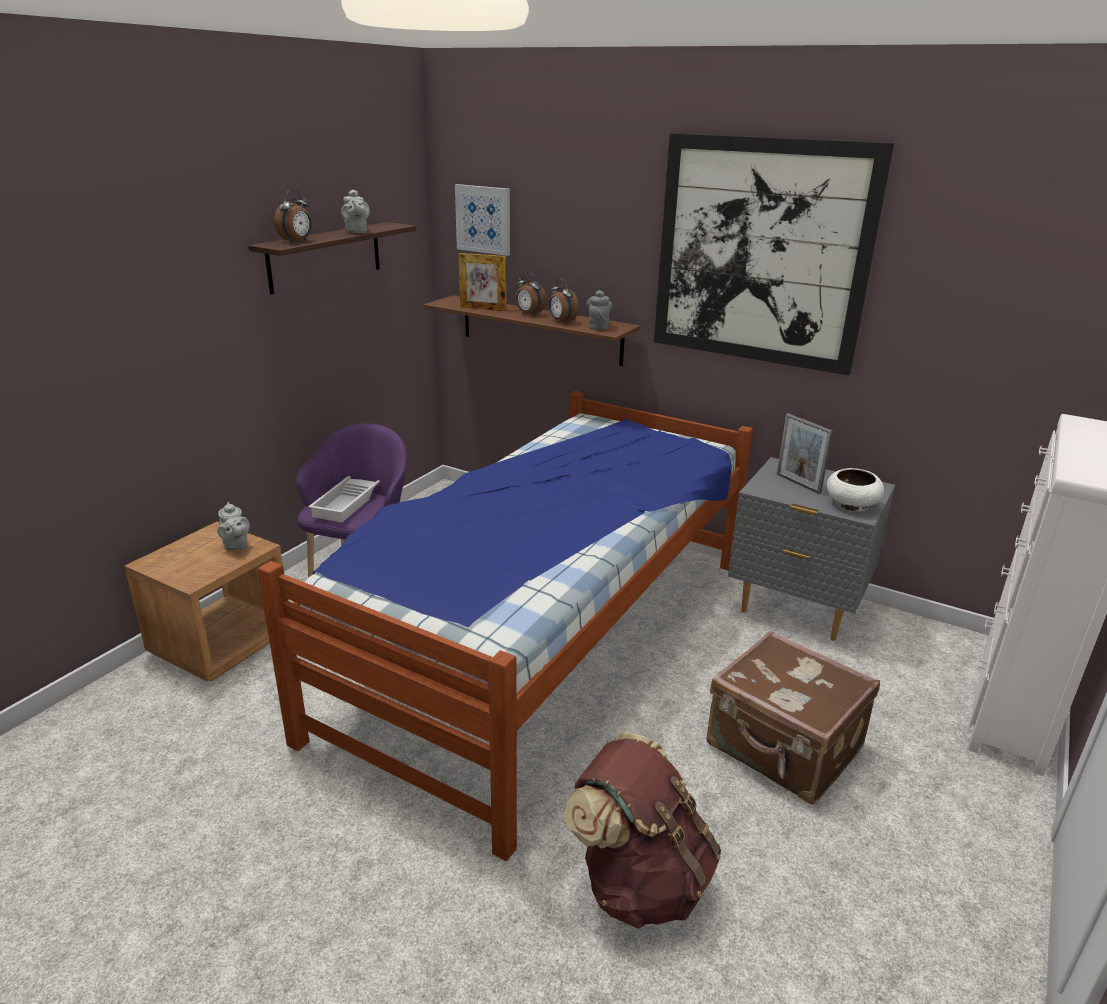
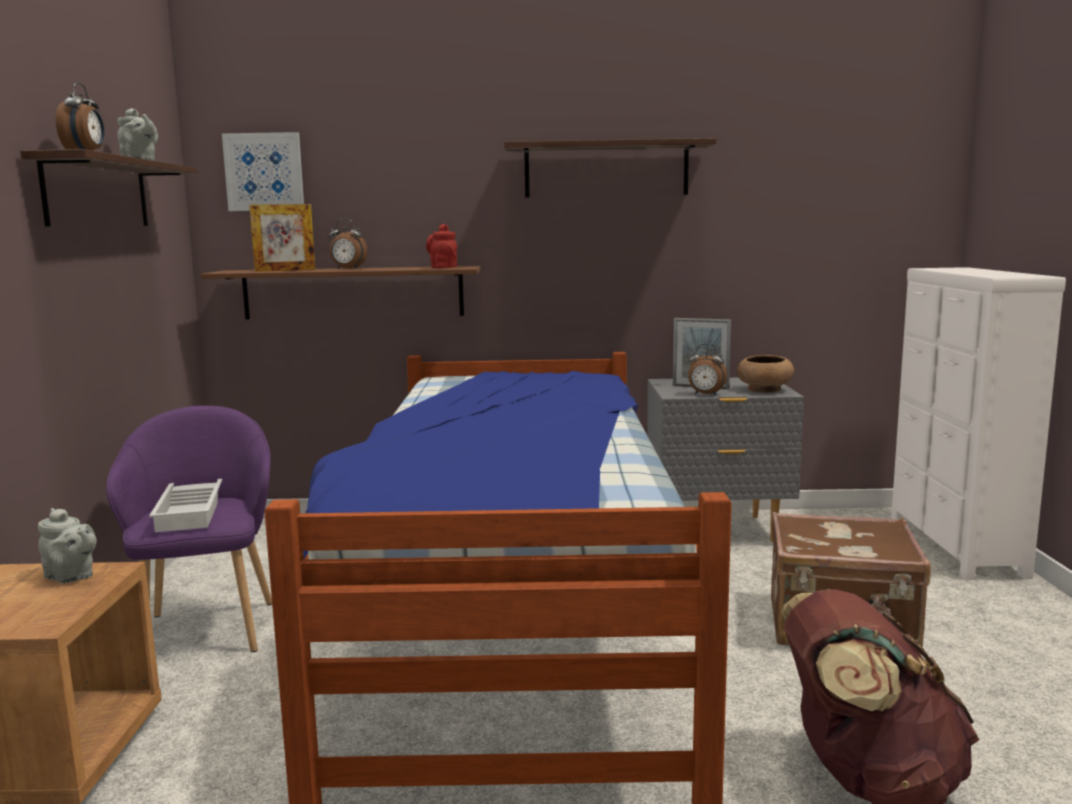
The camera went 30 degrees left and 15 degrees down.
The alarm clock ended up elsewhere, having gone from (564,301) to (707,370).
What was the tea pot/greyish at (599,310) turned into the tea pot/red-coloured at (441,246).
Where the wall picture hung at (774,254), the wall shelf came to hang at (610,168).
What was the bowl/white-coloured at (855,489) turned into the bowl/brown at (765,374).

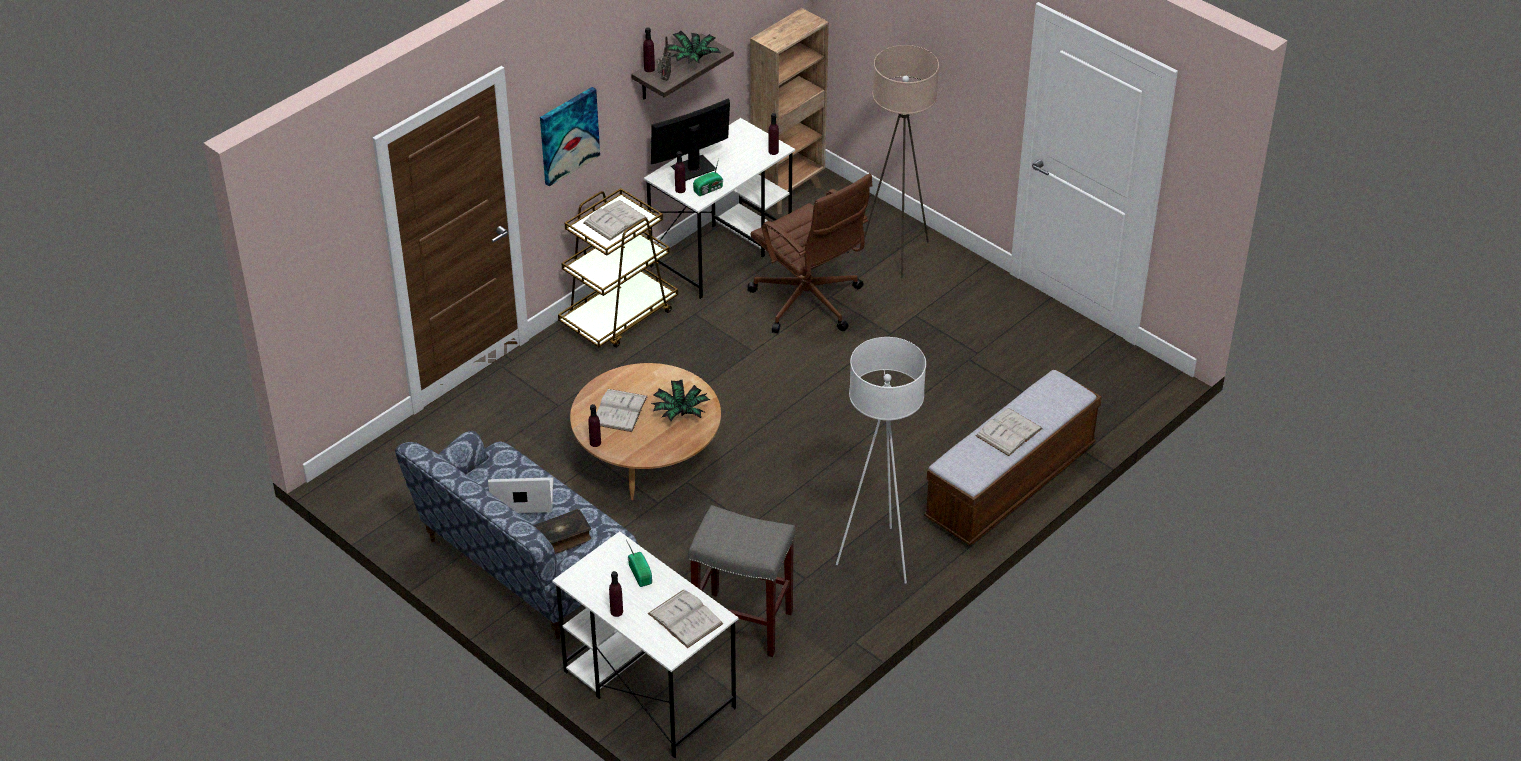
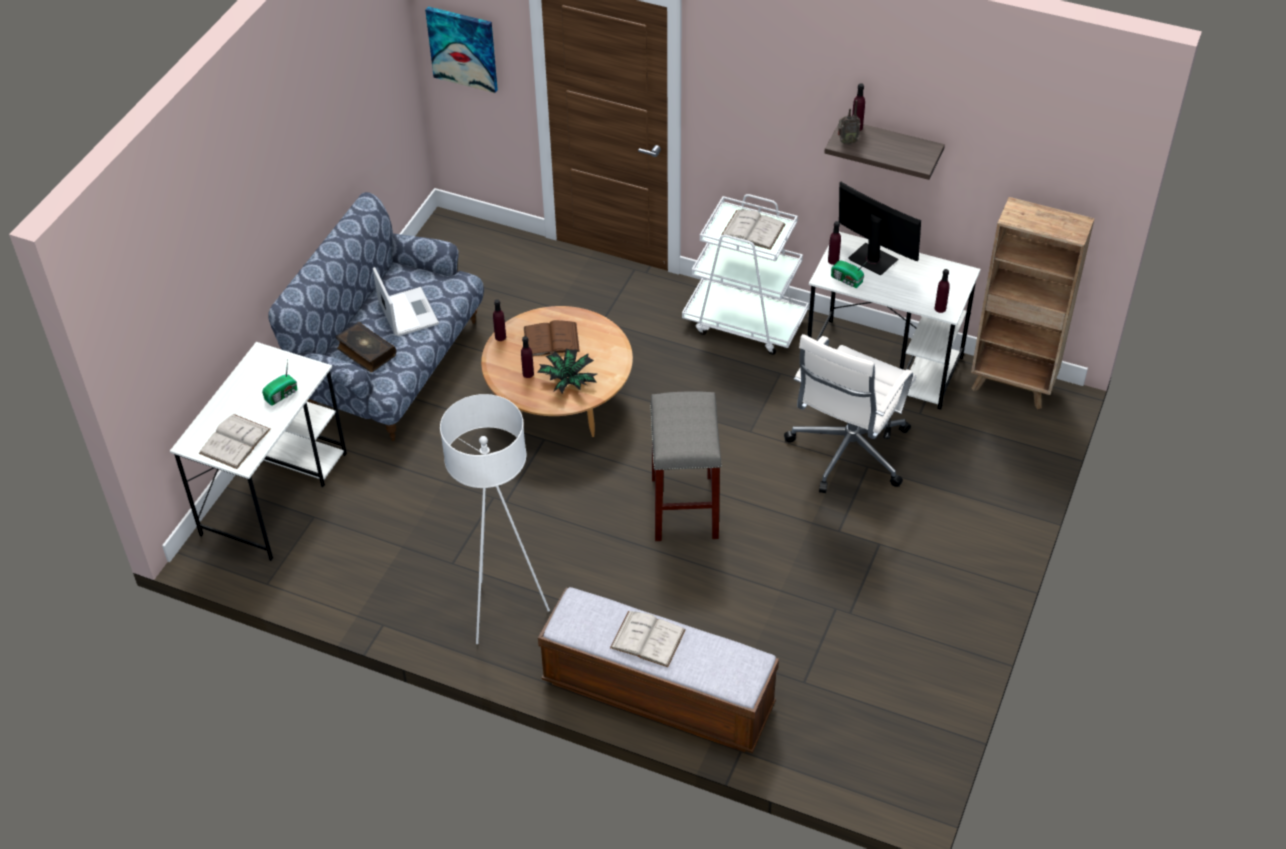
The camera went 70 degrees right and 5 degrees up.
The wall picture ended up elsewhere, having gone from (570,136) to (461,50).
What was the cart/brown at (618,268) turned into the cart/white-coloured at (745,274).
What was the book/white-coloured at (622,410) turned into the book/brown at (552,338).
The bottle/purple ended up elsewhere, having gone from (616,594) to (527,357).
The second view lost the houseplant at (694,47).
The sitting stool/greyish ended up elsewhere, having gone from (742,581) to (686,466).
What was the office chair/brown at (810,253) turned into the office chair/white-coloured at (850,413).
The second view lost the standing lamp/beige-coloured at (901,161).

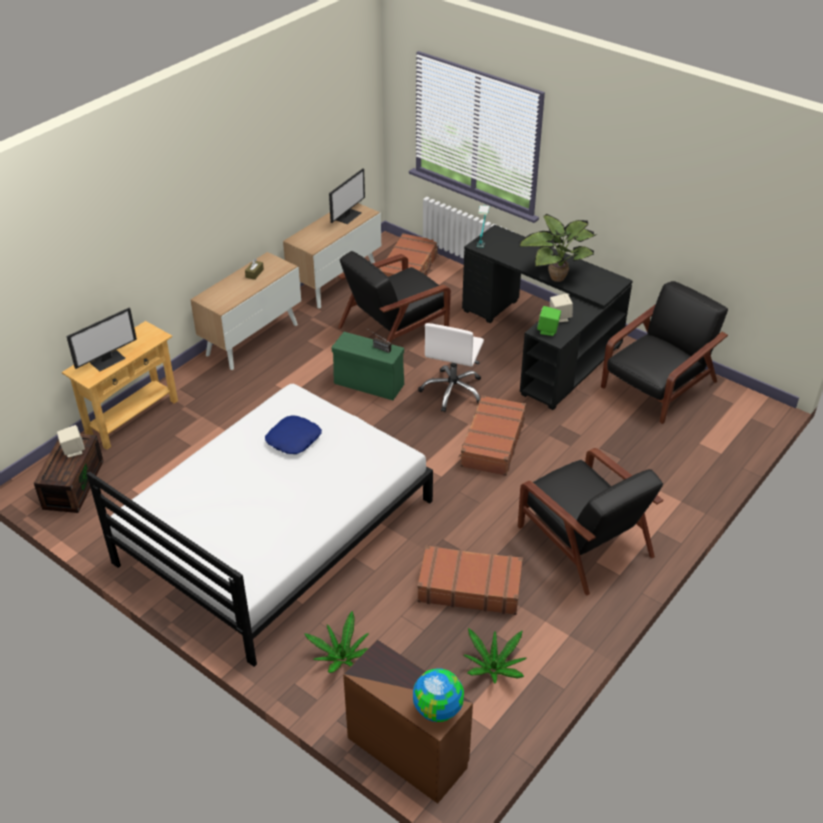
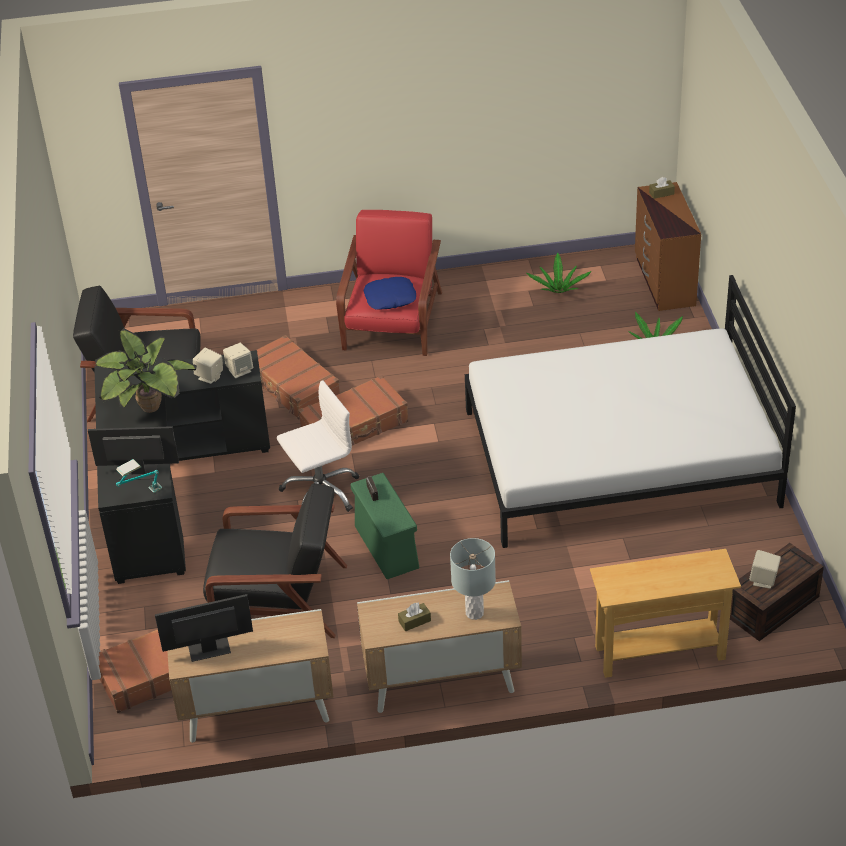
The camera went 135 degrees left and 0 degrees up.
The computer screen ended up elsewhere, having gone from (101,340) to (133,453).
The pillow/blue ended up elsewhere, having gone from (293,434) to (389,293).
Where the globe stood at (438,695), the tissue holder/brown came to stand at (662,188).
The suitcase/brown ended up elsewhere, having gone from (470,580) to (298,377).
What was the lounge chair/blackish at (590,521) turned into the lounge chair/red-coloured at (389,283).
What was the audio speaker/green at (549,321) turned into the audio speaker/beige-coloured at (238,360).
The second view gained the lamp for a table/greyish at (473,579).

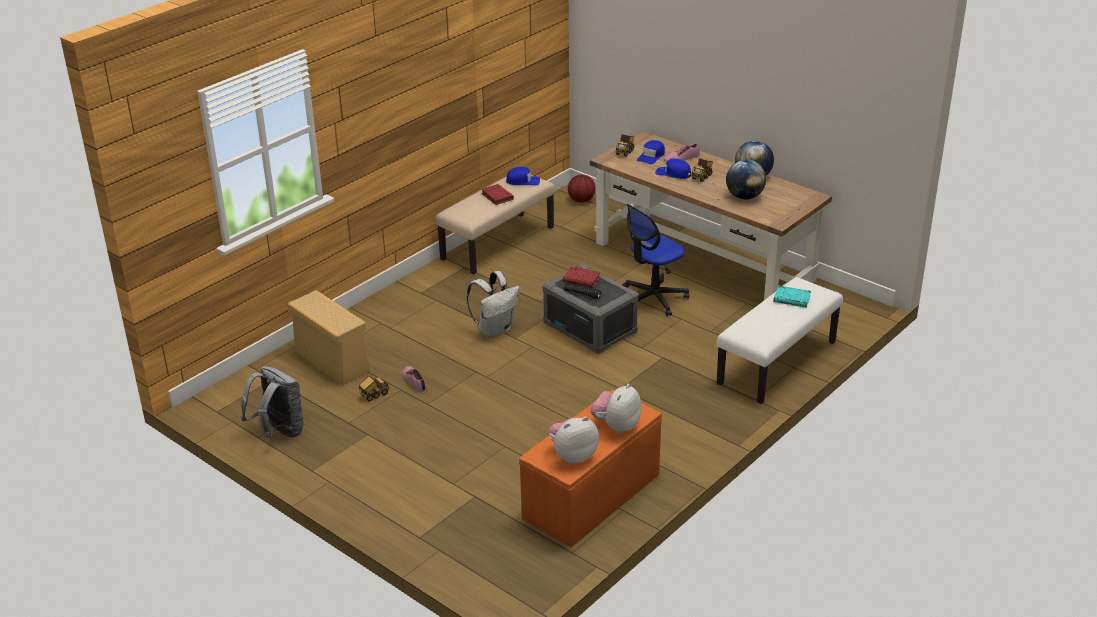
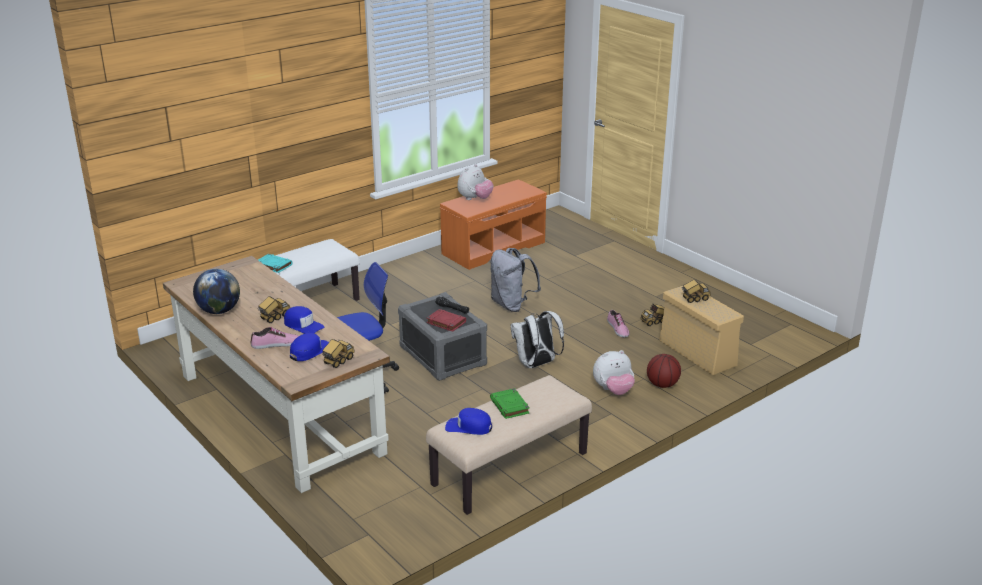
The camera went 170 degrees left and 5 degrees down.
The rucksack/greyish ended up elsewhere, having gone from (272,402) to (515,280).
What was the book/red-coloured at (497,194) turned into the book/green at (510,403).
The soft toy ended up elsewhere, having gone from (573,440) to (614,372).
The basketball ball ended up elsewhere, having gone from (582,189) to (664,371).
The second view lost the globe at (746,179).
The second view gained the model truck at (696,291).

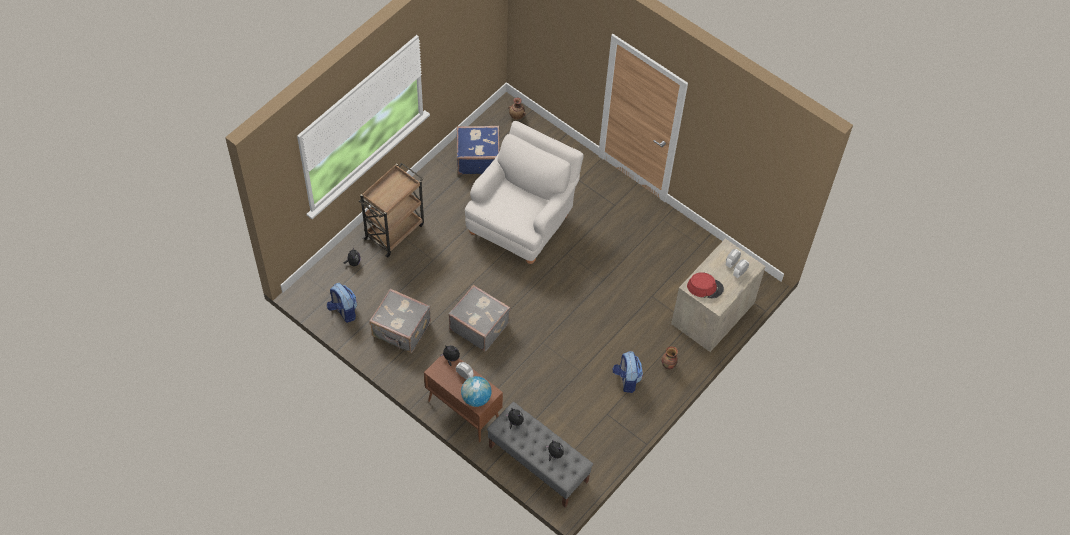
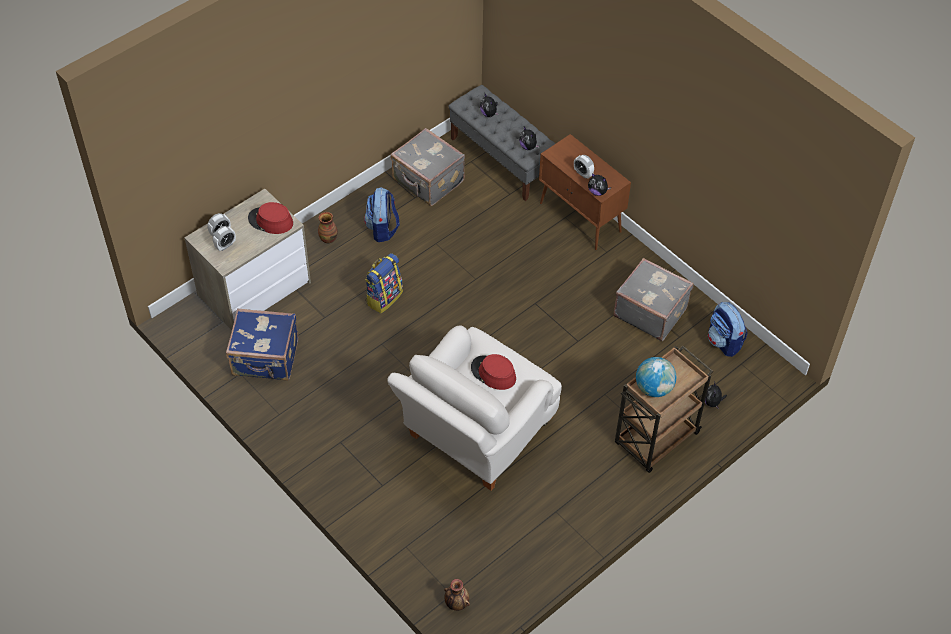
The camera went 170 degrees left and 5 degrees down.
The suitcase/greyish ended up elsewhere, having gone from (479,318) to (428,167).
The suitcase/blue ended up elsewhere, having gone from (478,150) to (262,345).
The globe ended up elsewhere, having gone from (476,391) to (656,377).
The second view gained the rucksack at (384,283).
The second view gained the hat/red-coloured at (493,372).

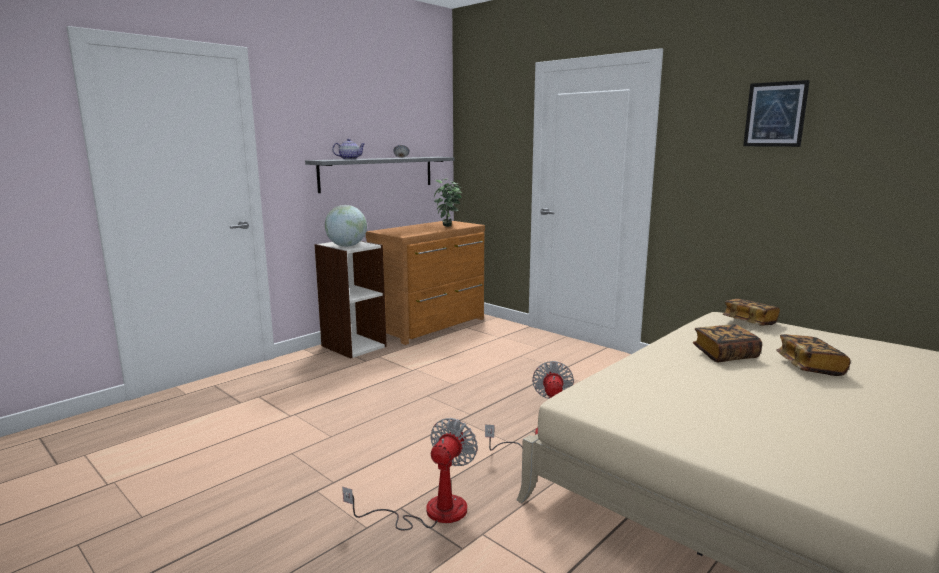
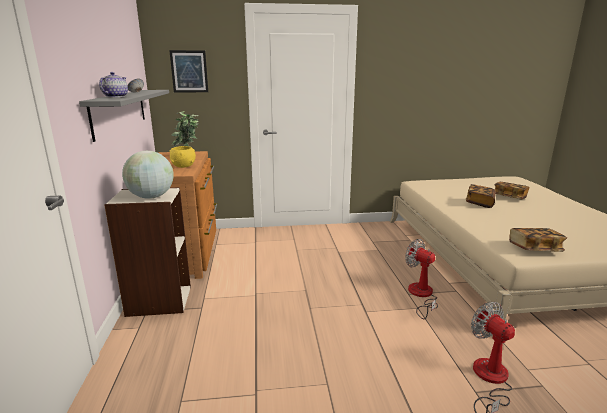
The camera went 50 degrees left and 5 degrees up.
The book ended up elsewhere, having gone from (751,312) to (538,240).
The wall picture ended up elsewhere, having gone from (776,113) to (188,71).
The second view gained the bowl/yellow at (182,157).

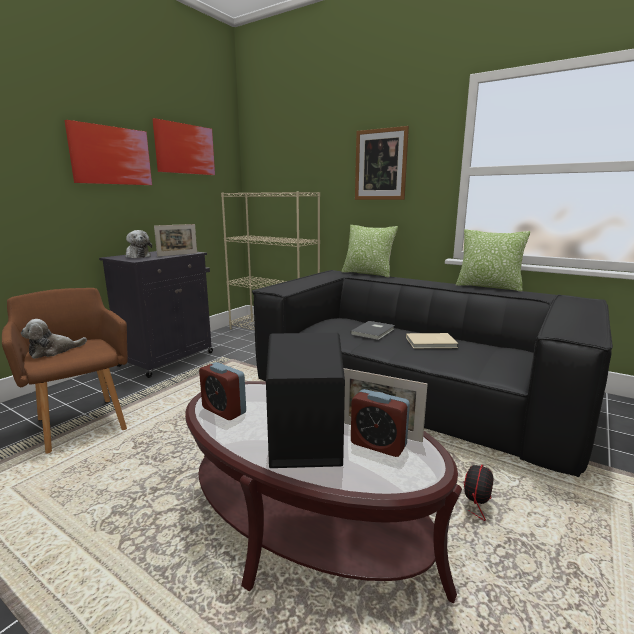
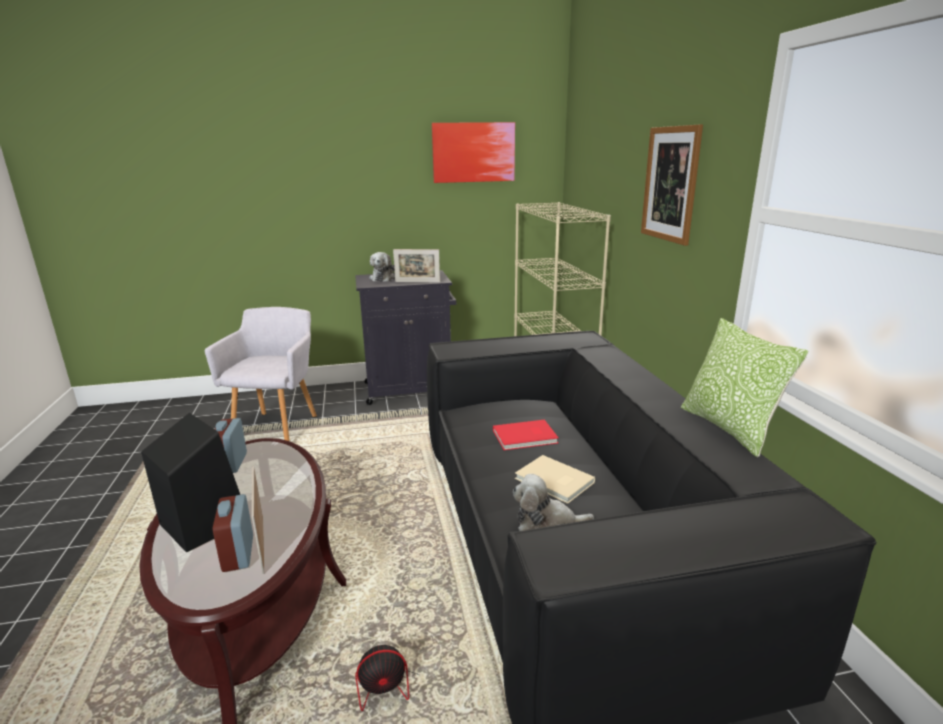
The camera went 45 degrees right and 5 degrees up.
What was the lounge chair/brown at (65,370) turned into the lounge chair/greyish at (261,374).
The soft toy ended up elsewhere, having gone from (54,339) to (553,502).
The second view lost the wall picture at (108,152).
The second view lost the pillow at (370,251).
What was the book/greyish at (373,330) turned into the book/red-coloured at (525,434).

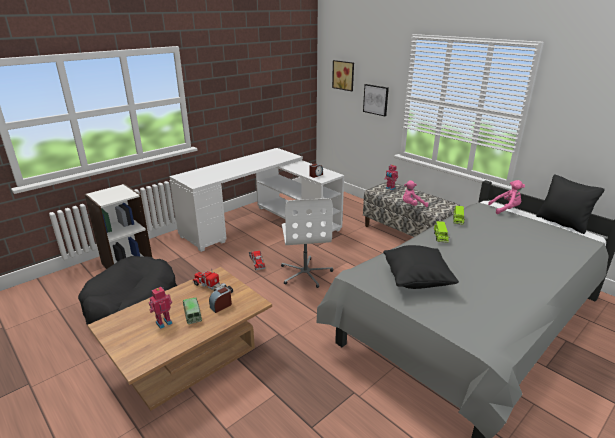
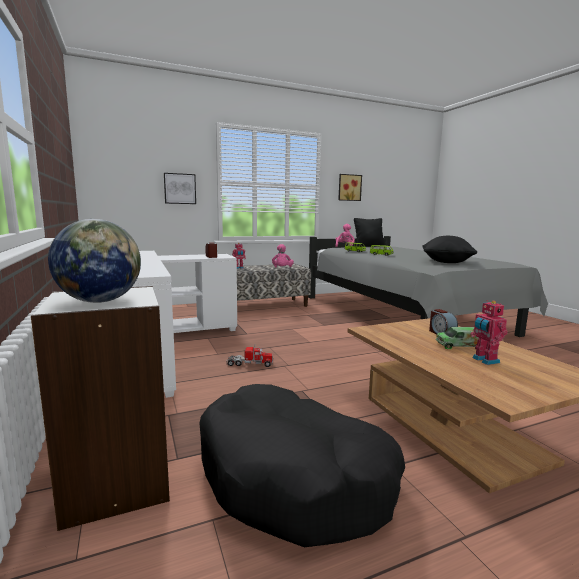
The camera went 70 degrees left and 15 degrees down.
The second view lost the model truck at (213,281).
The second view lost the office chair/white-coloured at (307,243).
The wall picture ended up elsewhere, having gone from (343,75) to (350,187).
The second view gained the globe at (94,261).

